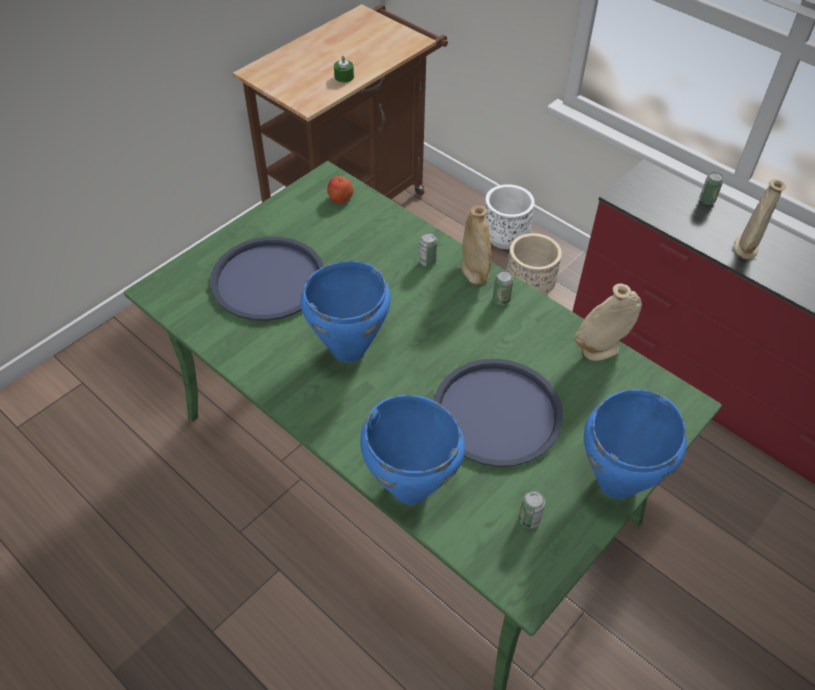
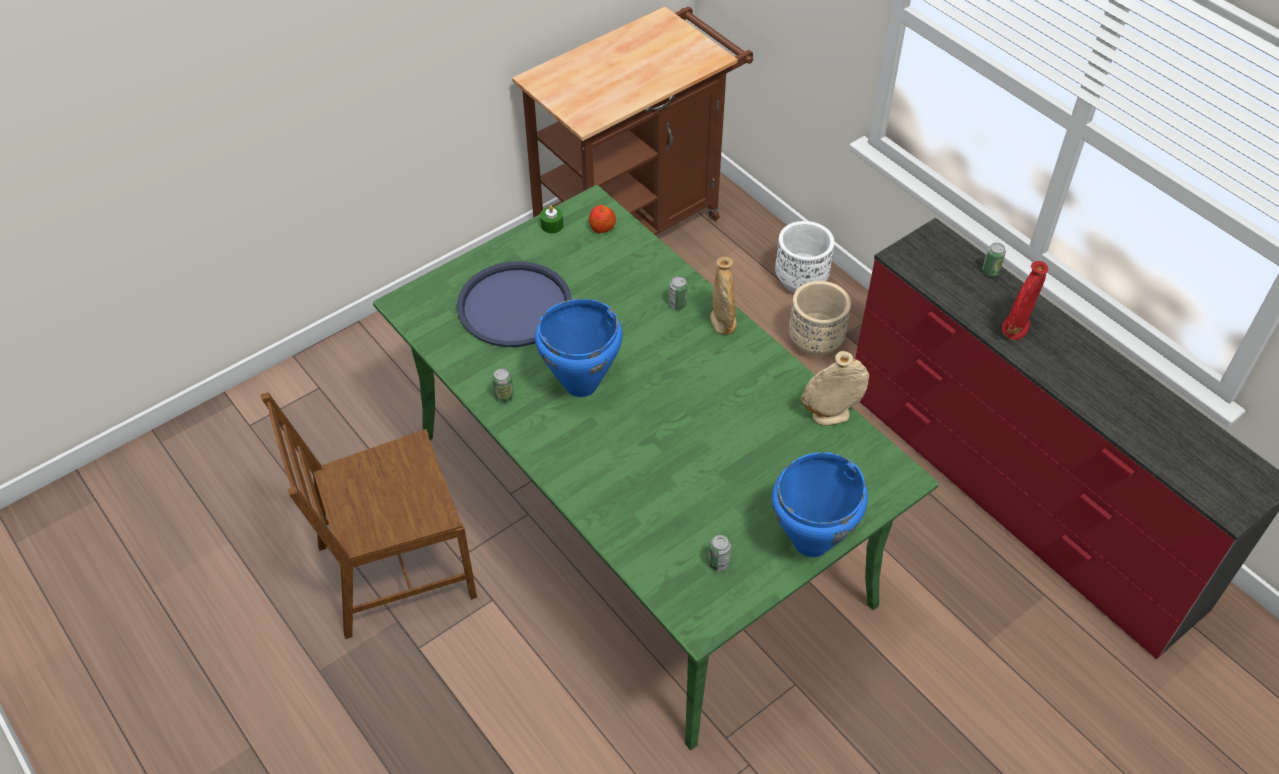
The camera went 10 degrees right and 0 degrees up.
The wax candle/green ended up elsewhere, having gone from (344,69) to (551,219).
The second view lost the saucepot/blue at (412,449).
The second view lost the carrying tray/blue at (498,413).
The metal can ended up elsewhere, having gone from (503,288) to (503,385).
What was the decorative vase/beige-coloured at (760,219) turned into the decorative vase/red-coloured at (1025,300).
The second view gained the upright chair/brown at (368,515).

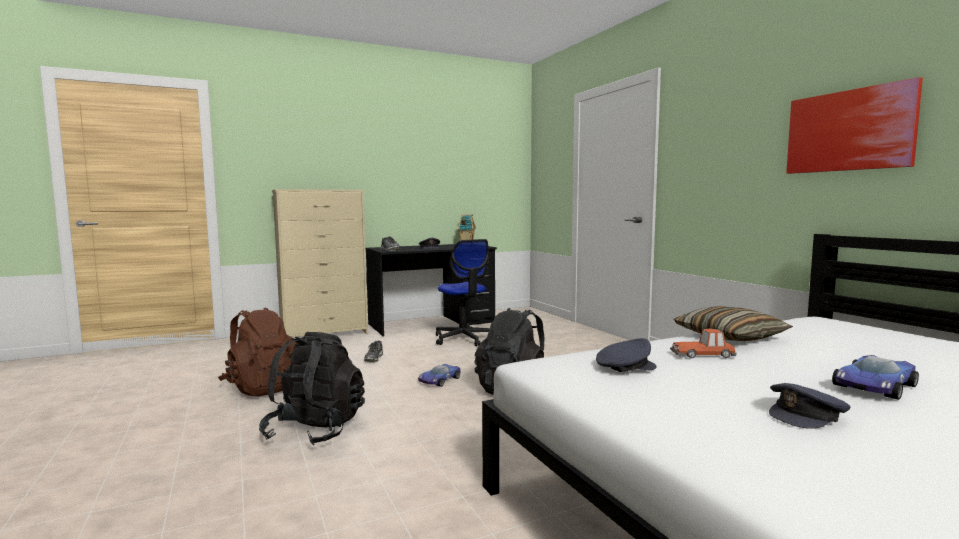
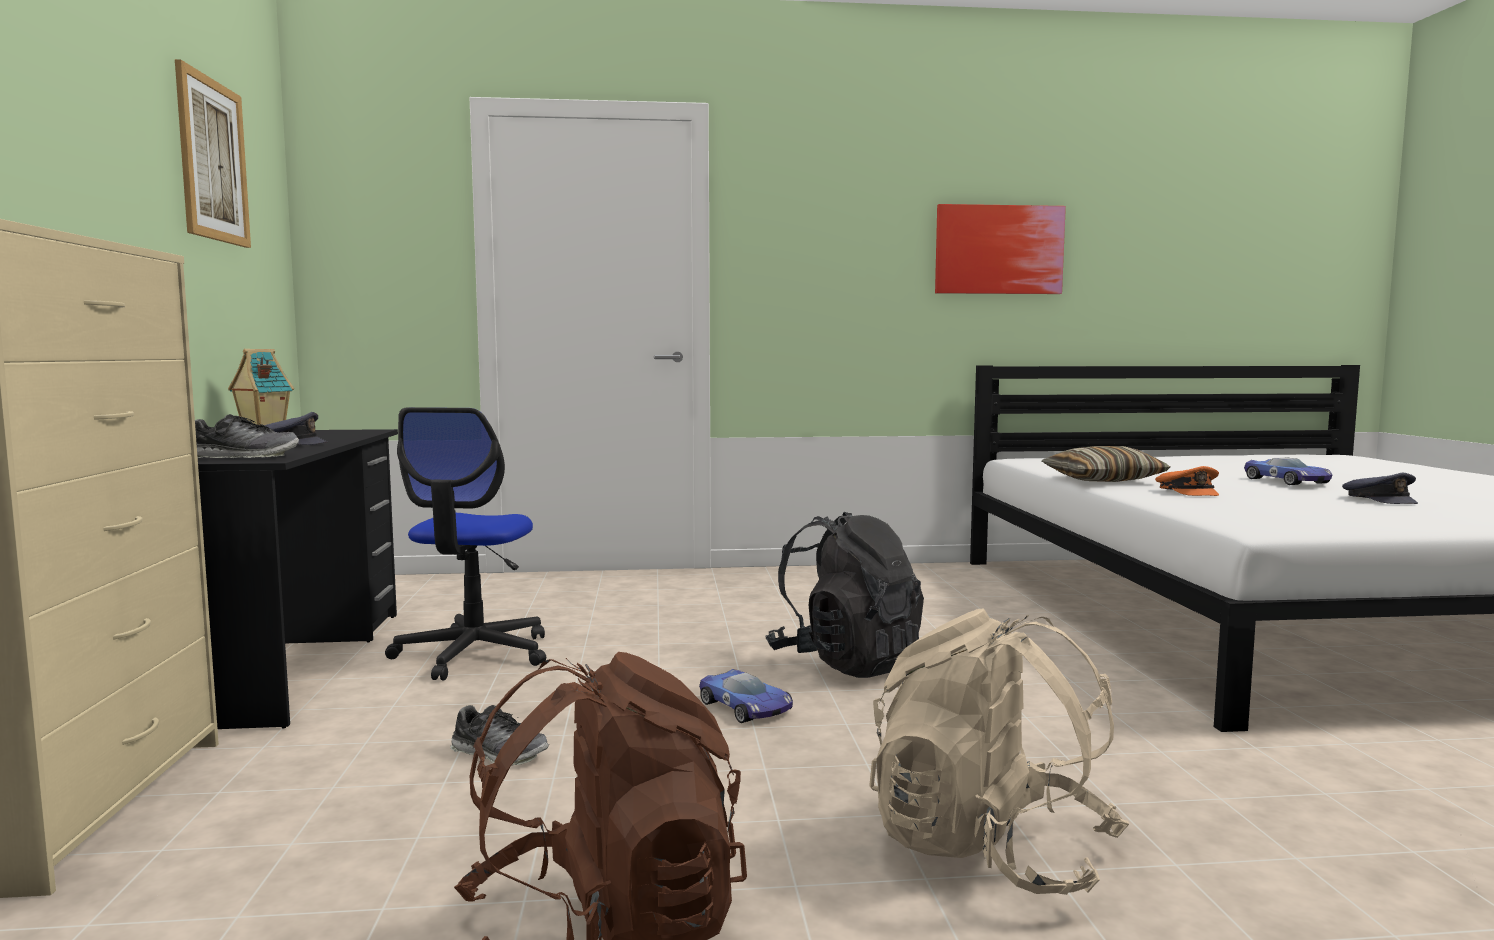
The camera went 70 degrees left and 0 degrees up.
What was the rucksack/blackish at (312,389) turned into the rucksack/beige-coloured at (999,752).
The office chair at (463,292) ended up facing another way, 105 degrees clockwise from before.
The second view lost the peaked cap/greyish at (626,355).
Where the model car stood at (703,343), the peaked cap/orange-coloured came to stand at (1187,481).
The second view gained the wall picture at (213,153).

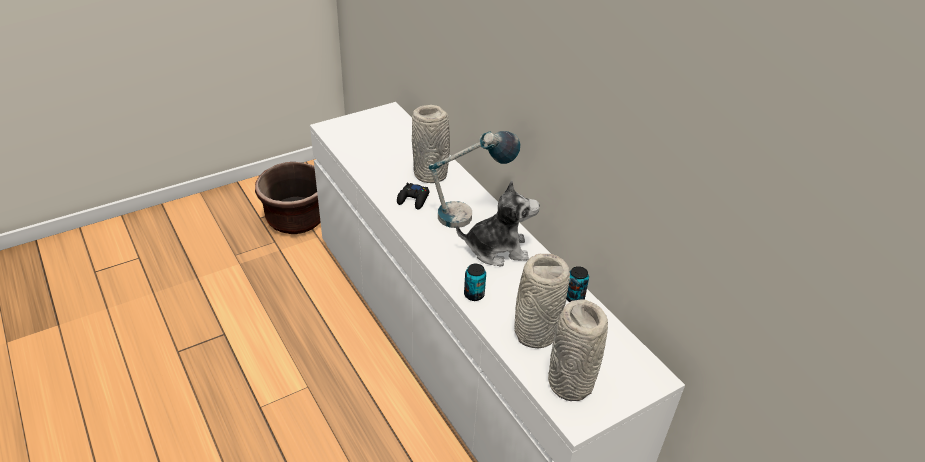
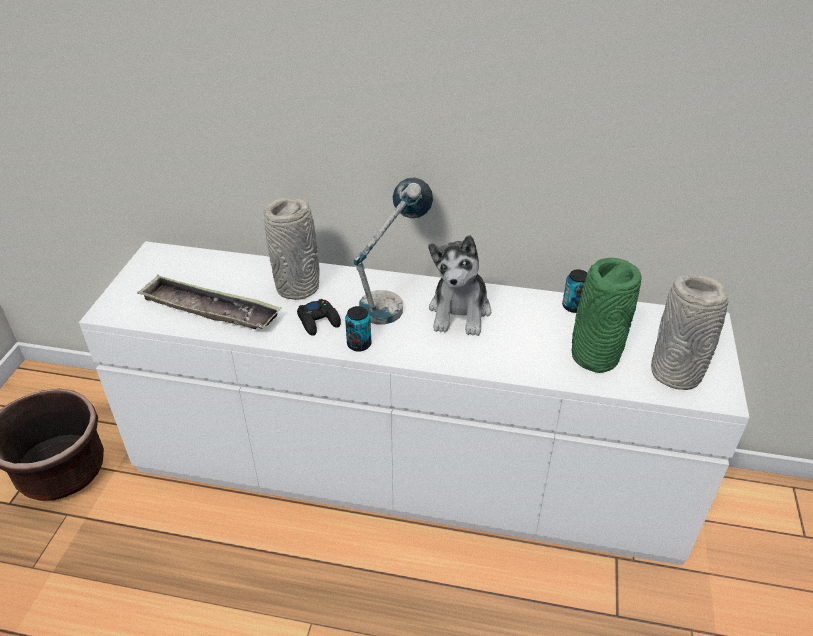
The camera went 45 degrees left and 0 degrees up.
The soft toy at (498,223) ended up facing another way, 150 degrees clockwise from before.
The metal can ended up elsewhere, having gone from (475,282) to (358,329).
What was the decorative vase/greyish at (542,301) turned into the decorative vase/green at (606,315).
The second view gained the carrying tray at (209,302).

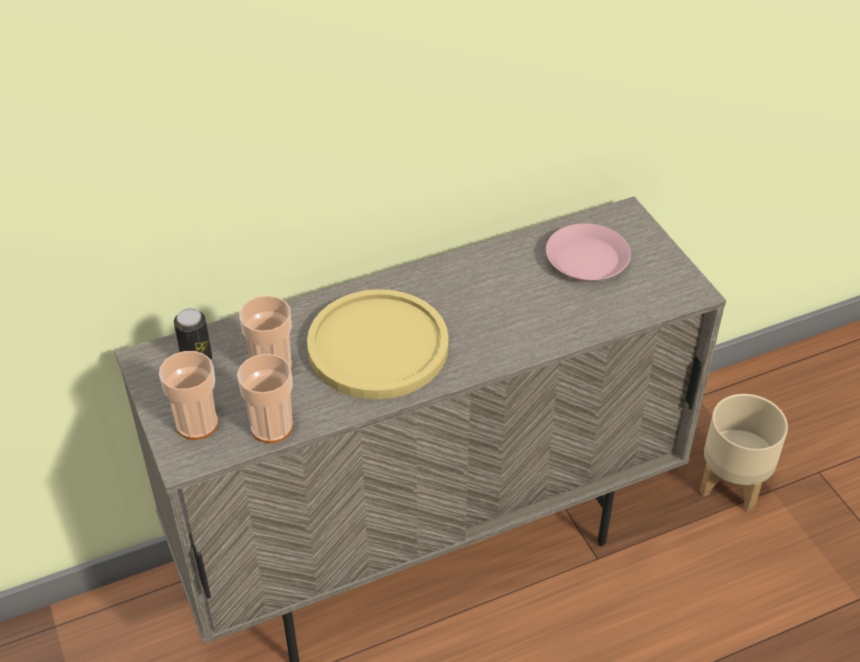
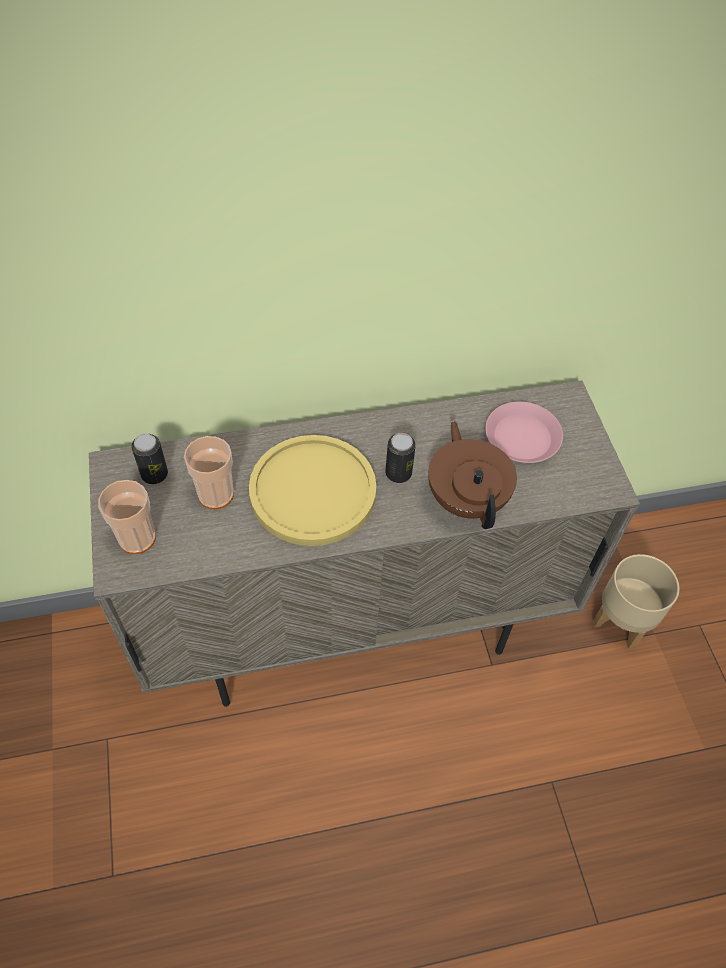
The camera went 10 degrees right and 10 degrees up.
The second view lost the small cup at (265,398).
The second view gained the metal can at (400,458).
The second view gained the tea pot/brown at (472,475).

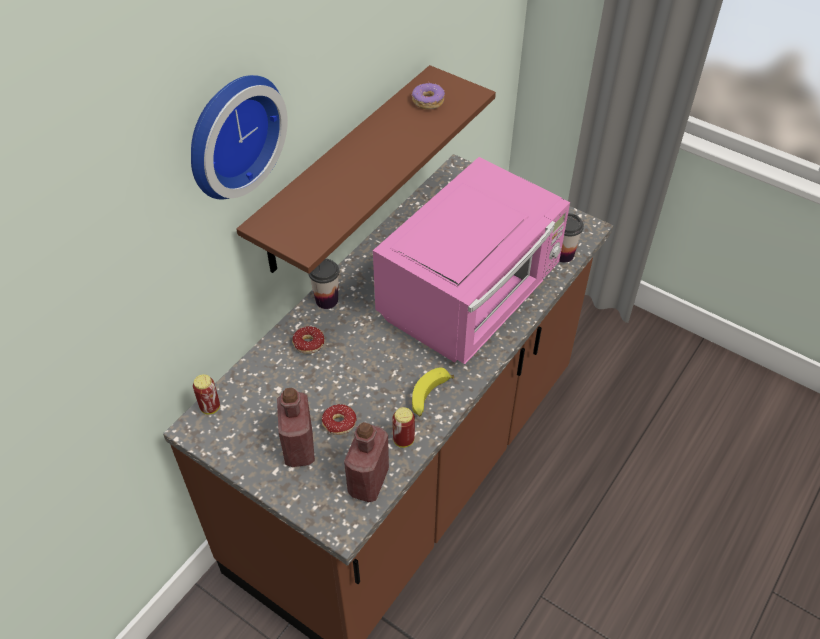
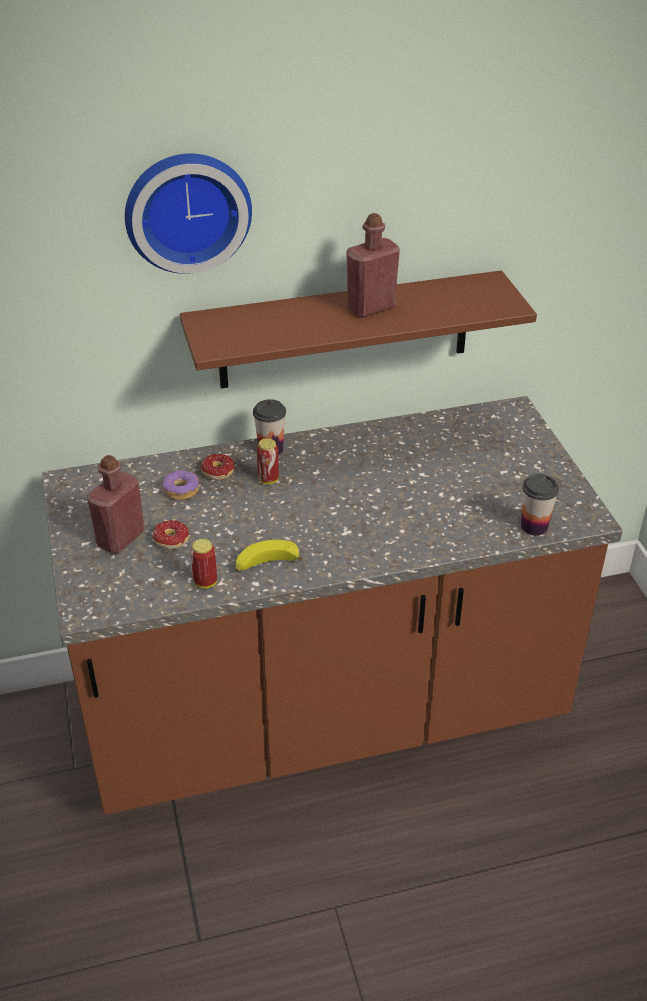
The camera went 40 degrees right and 10 degrees down.
The metal can ended up elsewhere, having gone from (206,394) to (268,461).
The bottle/red-coloured ended up elsewhere, having gone from (366,462) to (373,265).
The second view lost the kitchen microwave/pink-coloured at (471,261).
The donut ended up elsewhere, having gone from (428,95) to (181,485).

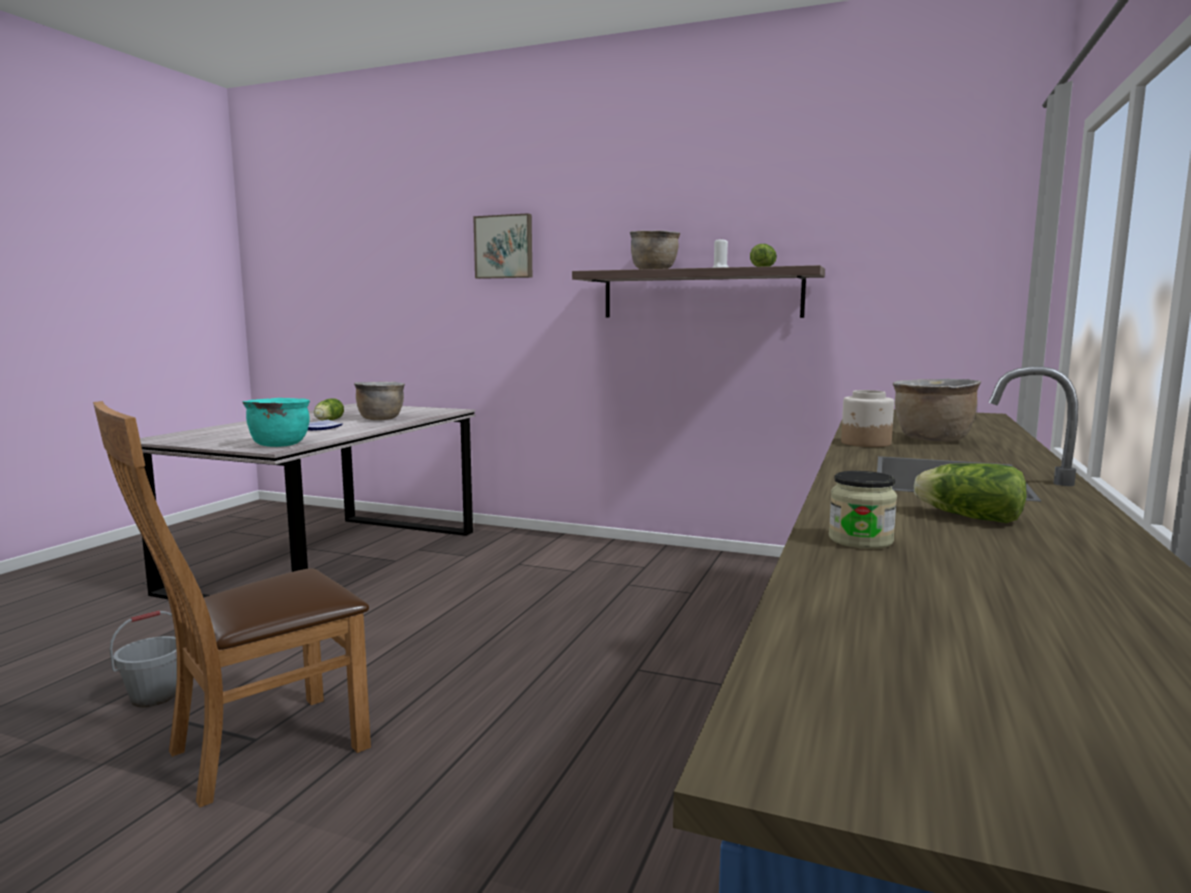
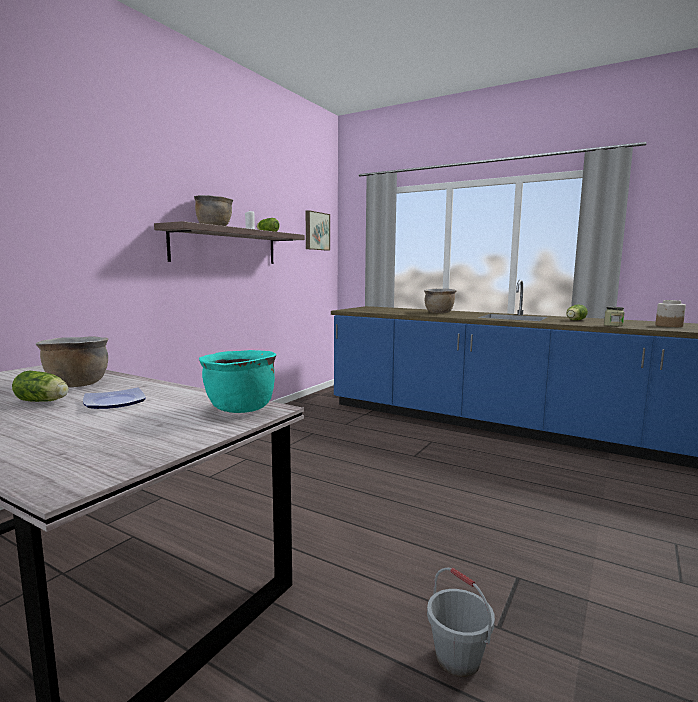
The camera went 80 degrees left and 0 degrees up.
The second view lost the upright chair/brown at (232,604).
The wall picture ended up elsewhere, having gone from (502,246) to (318,230).
The preserve jar ended up elsewhere, having gone from (867,418) to (670,313).

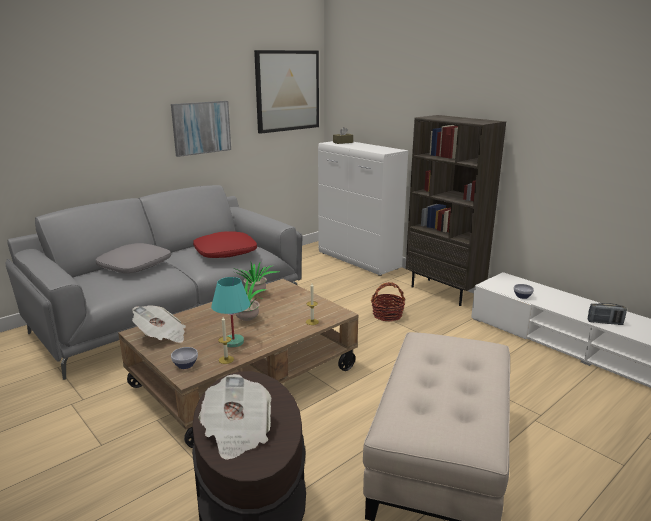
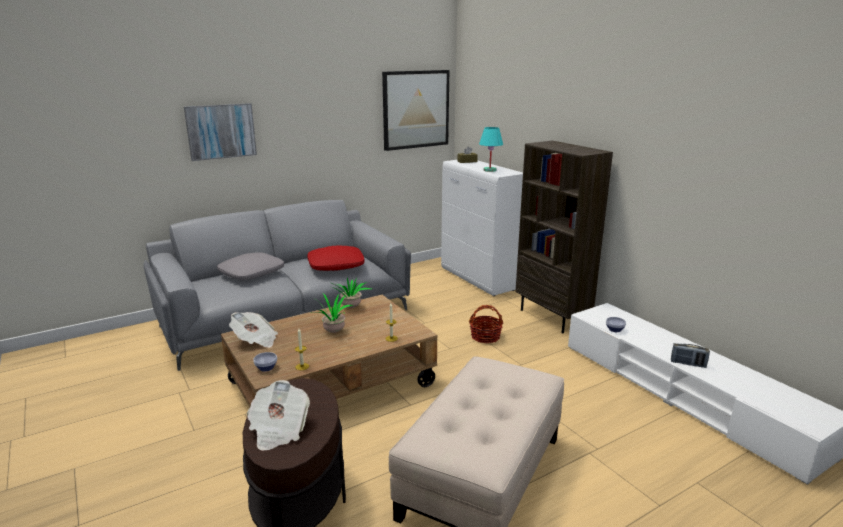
The camera went 10 degrees right and 0 degrees up.
The wall picture ended up elsewhere, having gone from (201,129) to (220,132).
The lamp for a table/turquoise ended up elsewhere, having gone from (230,312) to (491,149).

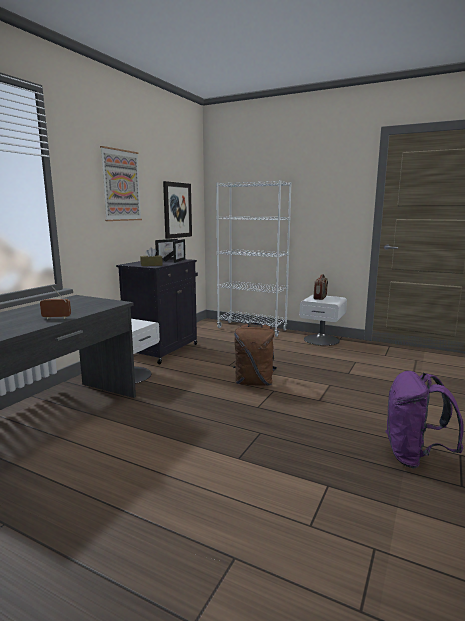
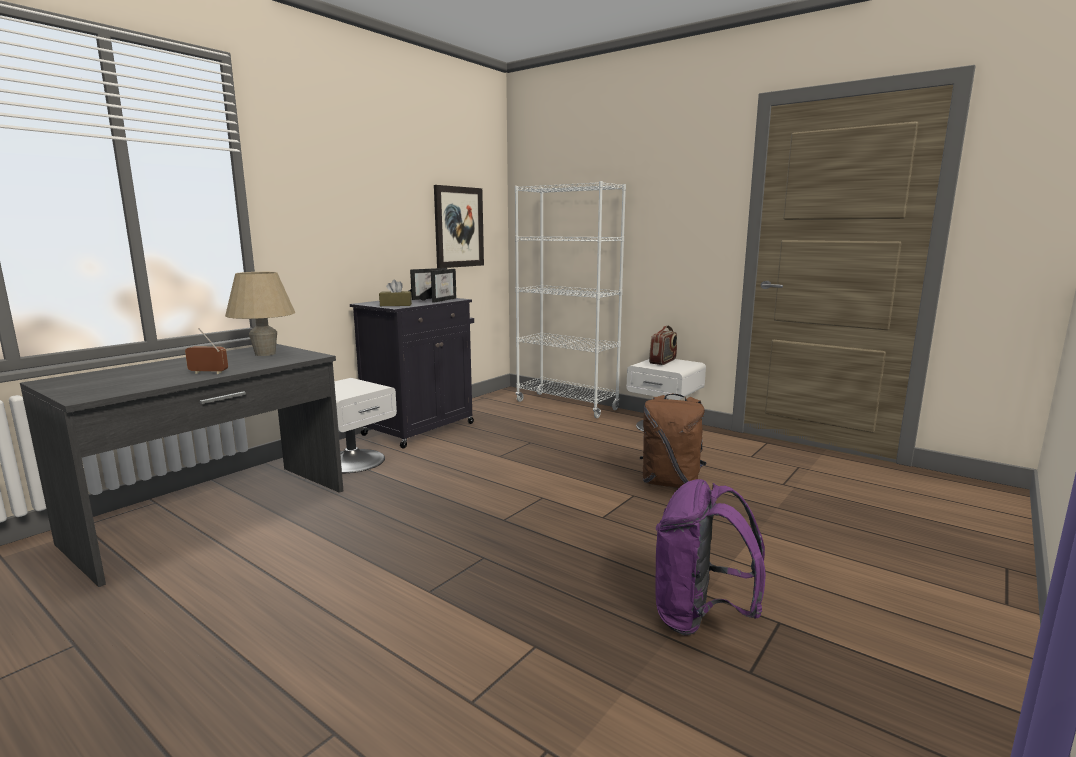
The camera went 10 degrees right and 0 degrees up.
The second view lost the wall picture at (121,183).
The rucksack/brown ended up elsewhere, having gone from (255,354) to (673,441).
The second view gained the lamp for a table/beige-coloured at (260,314).

